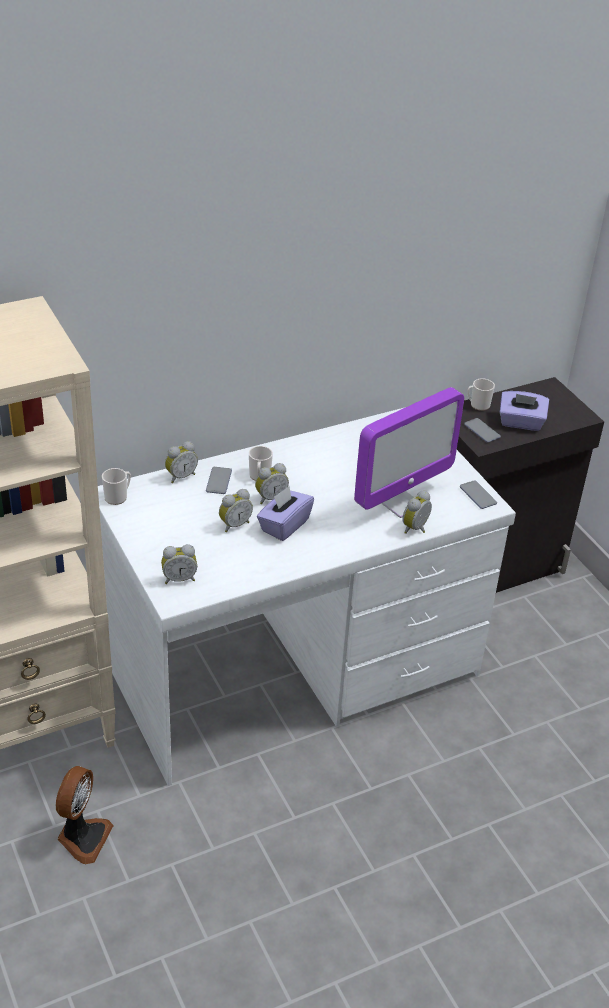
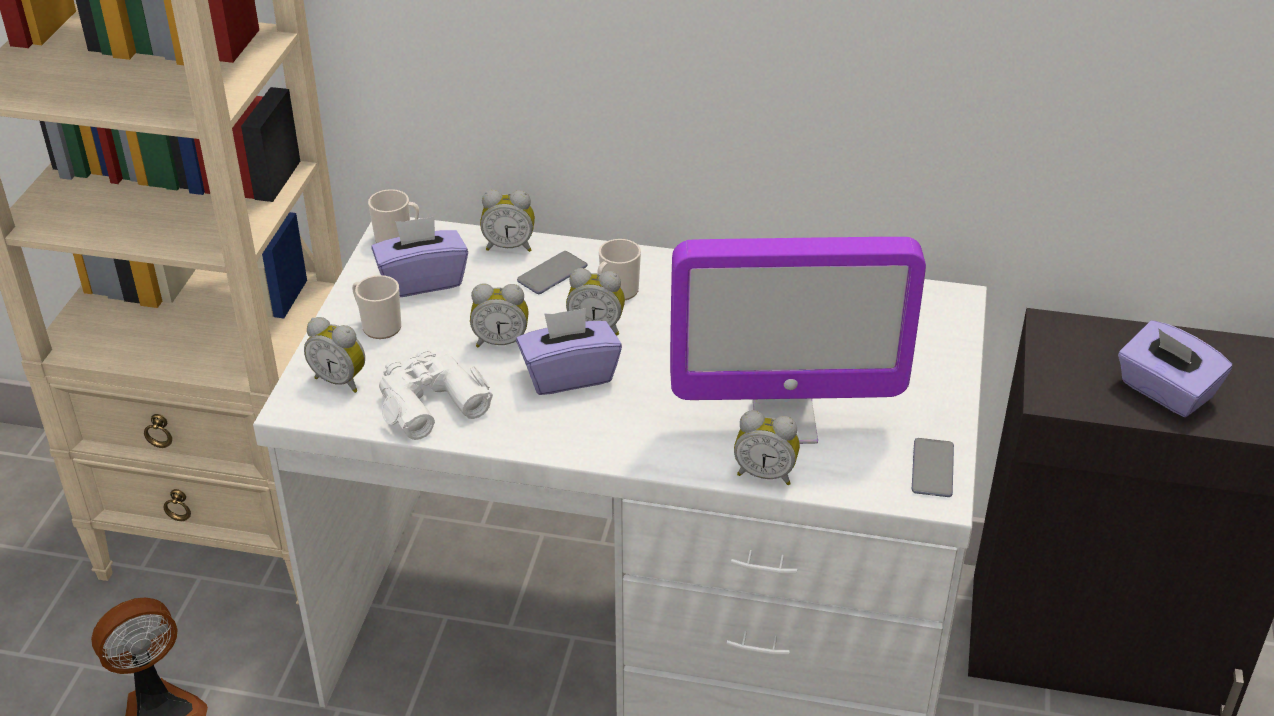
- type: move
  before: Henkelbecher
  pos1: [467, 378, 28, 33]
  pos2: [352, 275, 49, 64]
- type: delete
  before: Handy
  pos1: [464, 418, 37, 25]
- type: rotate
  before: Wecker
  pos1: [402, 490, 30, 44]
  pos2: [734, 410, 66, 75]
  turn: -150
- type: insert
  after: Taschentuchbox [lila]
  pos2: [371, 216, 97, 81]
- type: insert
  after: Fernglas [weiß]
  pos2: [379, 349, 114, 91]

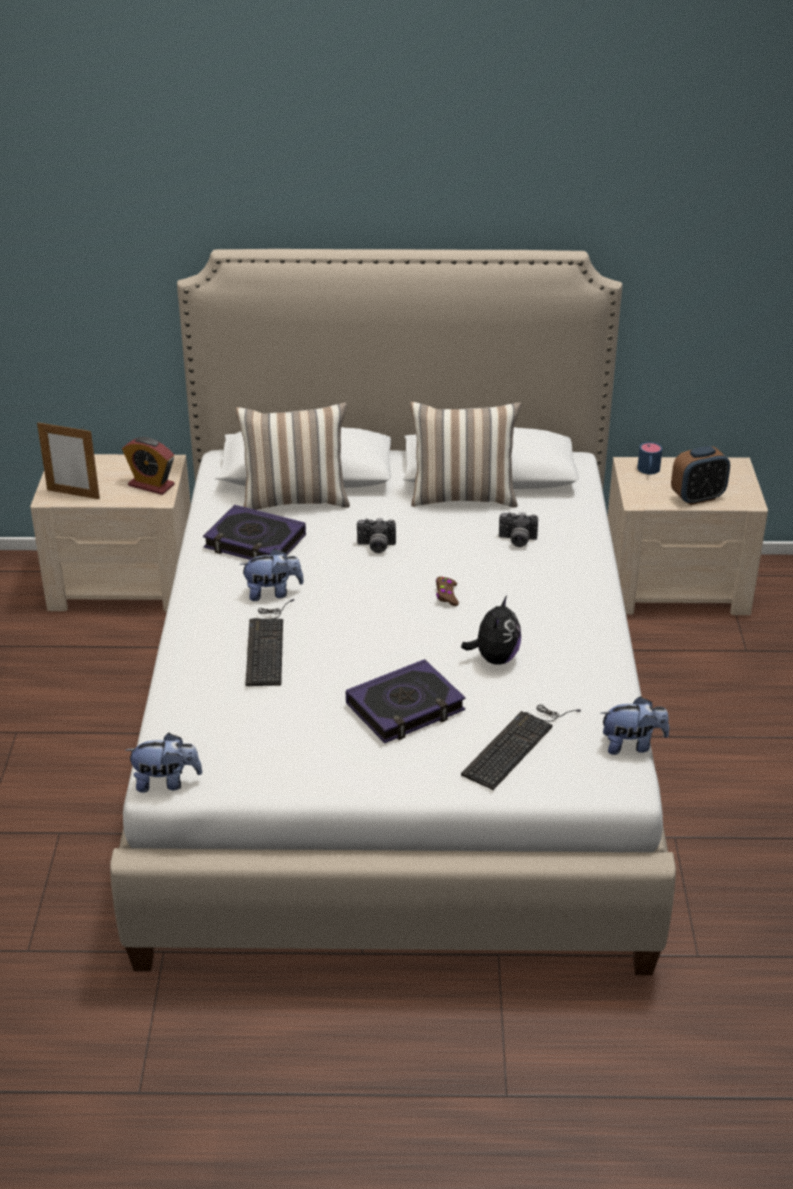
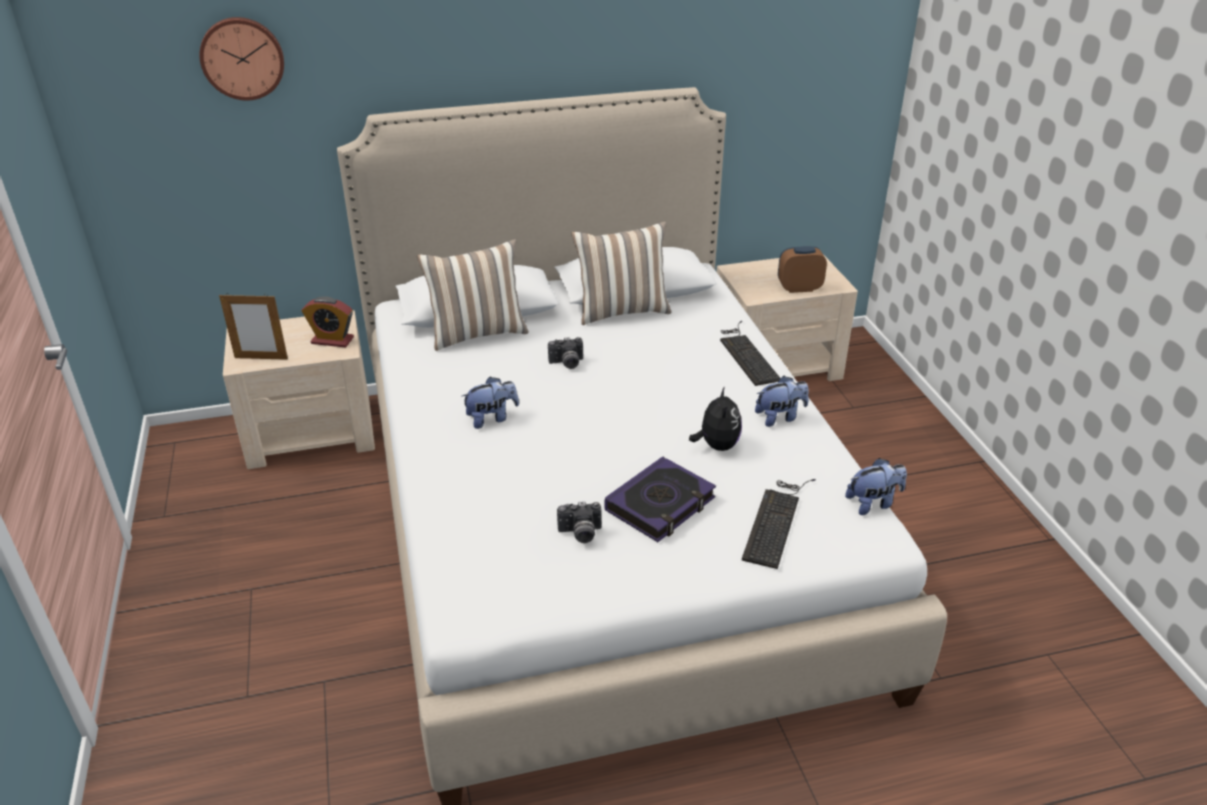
- type: delete
  before: Henkelbecher [blau]
  pos1: [637, 442, 25, 32]
- type: rotate
  before: Wecker
  pos1: [671, 446, 59, 59]
  pos2: [778, 246, 49, 47]
  turn: -150
- type: delete
  before: Buch
  pos1: [203, 505, 103, 55]
- type: move
  before: Kamera
  pos1: [499, 512, 39, 35]
  pos2: [557, 501, 45, 42]
- type: delete
  before: Gamepad [braun]
  pos1: [436, 577, 23, 29]
- type: move
  before: Tastatur
  pos1: [246, 599, 48, 87]
  pos2: [720, 321, 60, 65]
- type: move
  before: Plüschtier
  pos1: [125, 733, 77, 60]
  pos2: [755, 376, 54, 51]
- type: insert
  after: Wanduhr
  pos2: [199, 17, 85, 83]

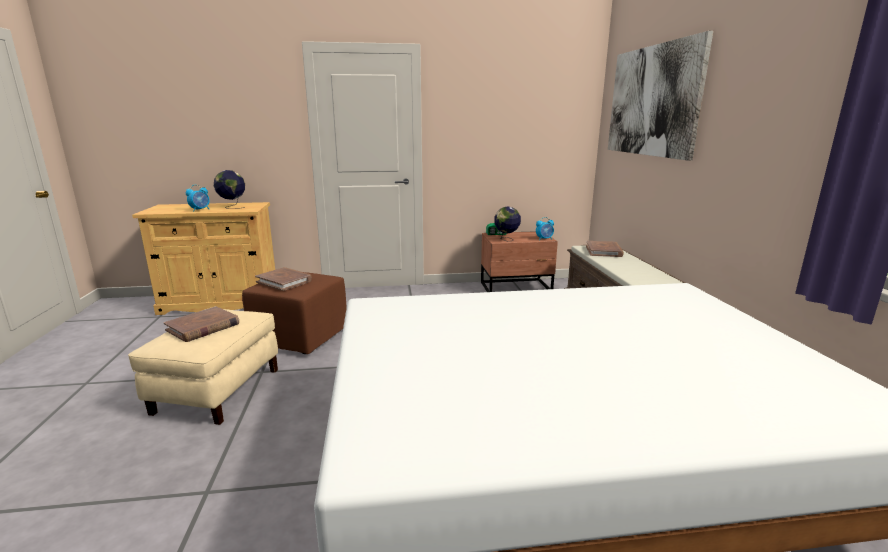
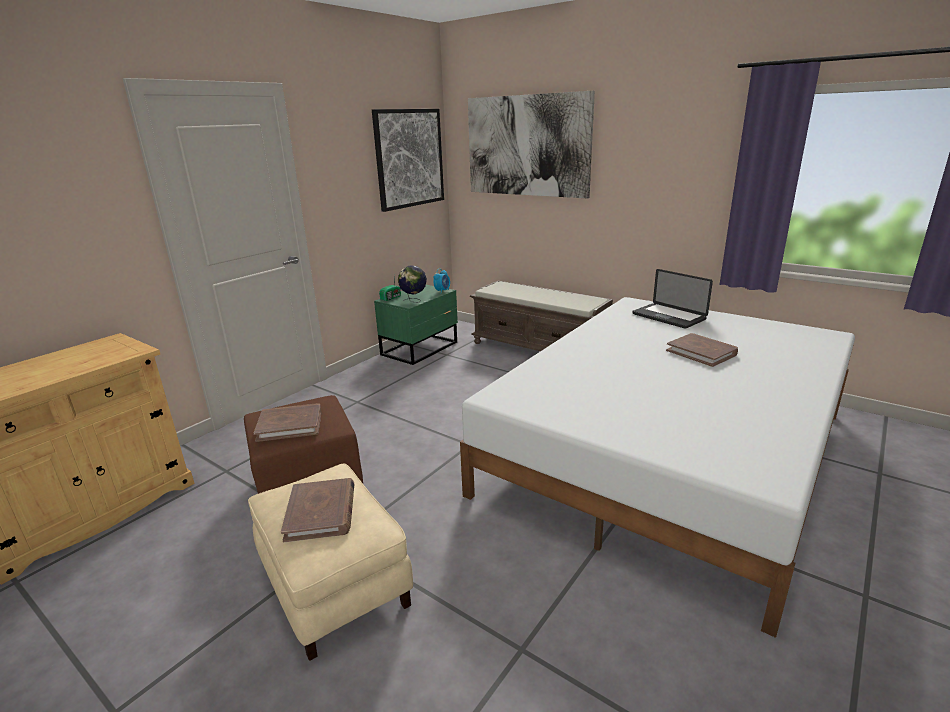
- type: delete
  before: Globus
  pos1: [214, 170, 31, 39]
- type: delete
  before: Wecker
  pos1: [186, 185, 23, 26]
- type: recolor
  before: Nachttisch [braun]
  after: Nachttisch [grün]
  pos1: [481, 231, 77, 61]
  pos2: [374, 285, 84, 80]
- type: move
  before: Buch [braun]
  pos1: [586, 241, 38, 16]
  pos2: [666, 333, 72, 34]
- type: insert
  after: Bild
  pos2: [372, 109, 72, 103]
- type: insert
  after: Laptop
  pos2: [632, 269, 81, 60]

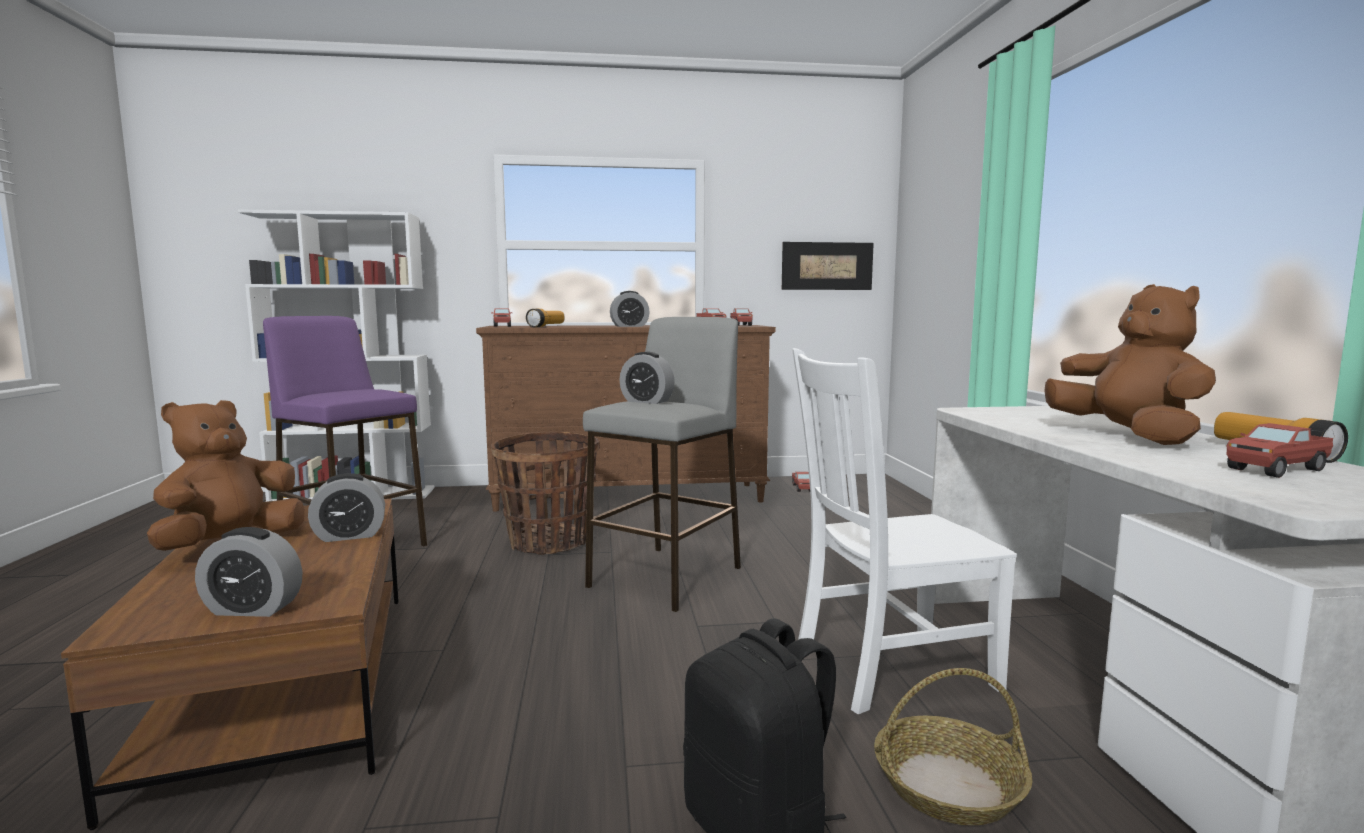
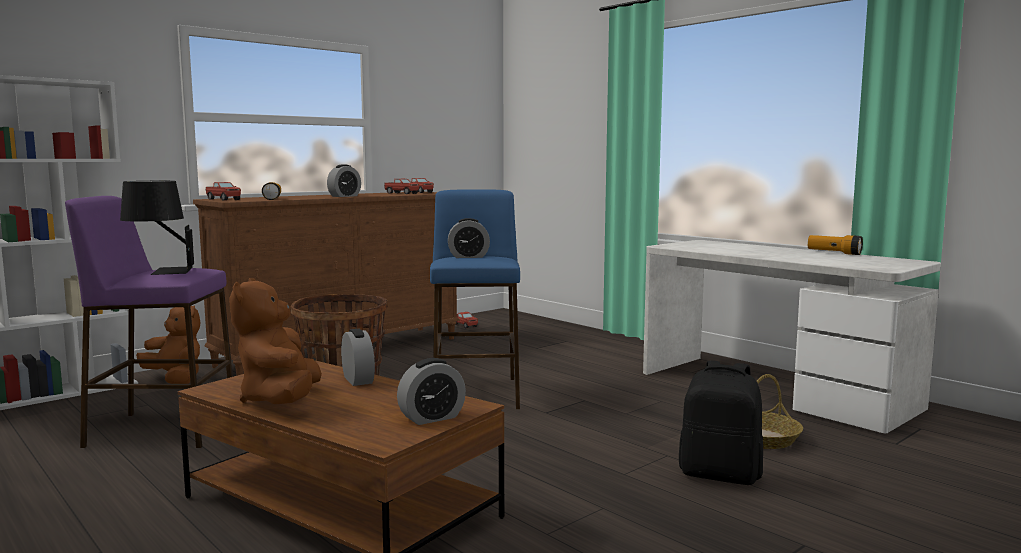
- type: delete
  before: Bild
  pos1: [782, 242, 92, 48]
- type: move
  before: Plüschtier [braun]
  pos1: [1044, 284, 172, 161]
  pos2: [136, 306, 65, 78]
- type: recolor
  before: Hocker [grau]
  after: Hocker [blau]
  pos1: [583, 317, 158, 295]
  pos2: [430, 190, 90, 219]
- type: delete
  before: Stuhl [weiß]
  pos1: [792, 348, 225, 366]
- type: delete
  before: Spielzeuglaster
  pos1: [1226, 423, 107, 55]
- type: rotate
  before: Wecker
  pos1: [308, 473, 77, 69]
  pos2: [341, 329, 34, 57]
  turn: -60
- type: insert
  after: Tischlampe [schwarz]
  pos2: [120, 181, 74, 94]

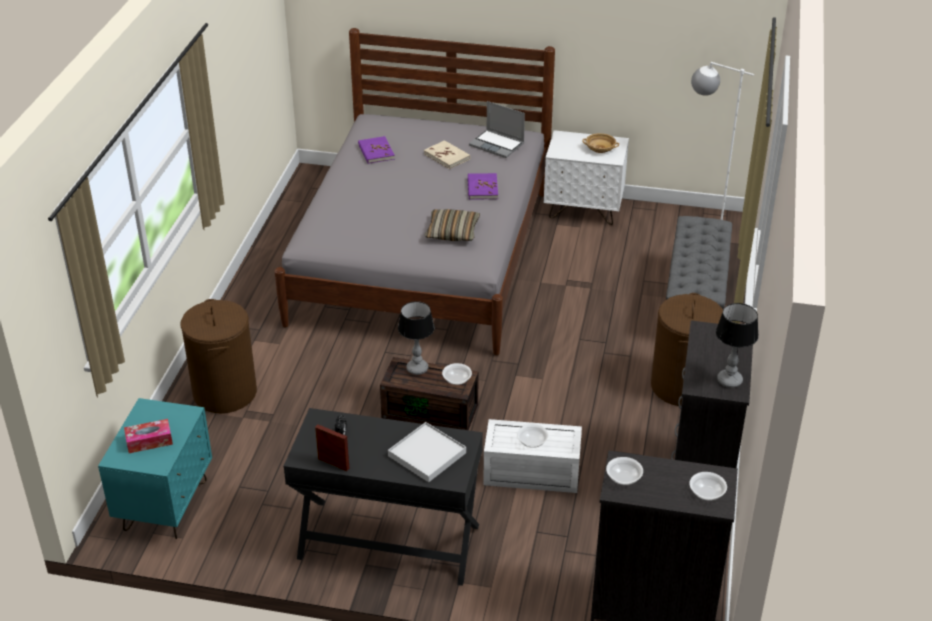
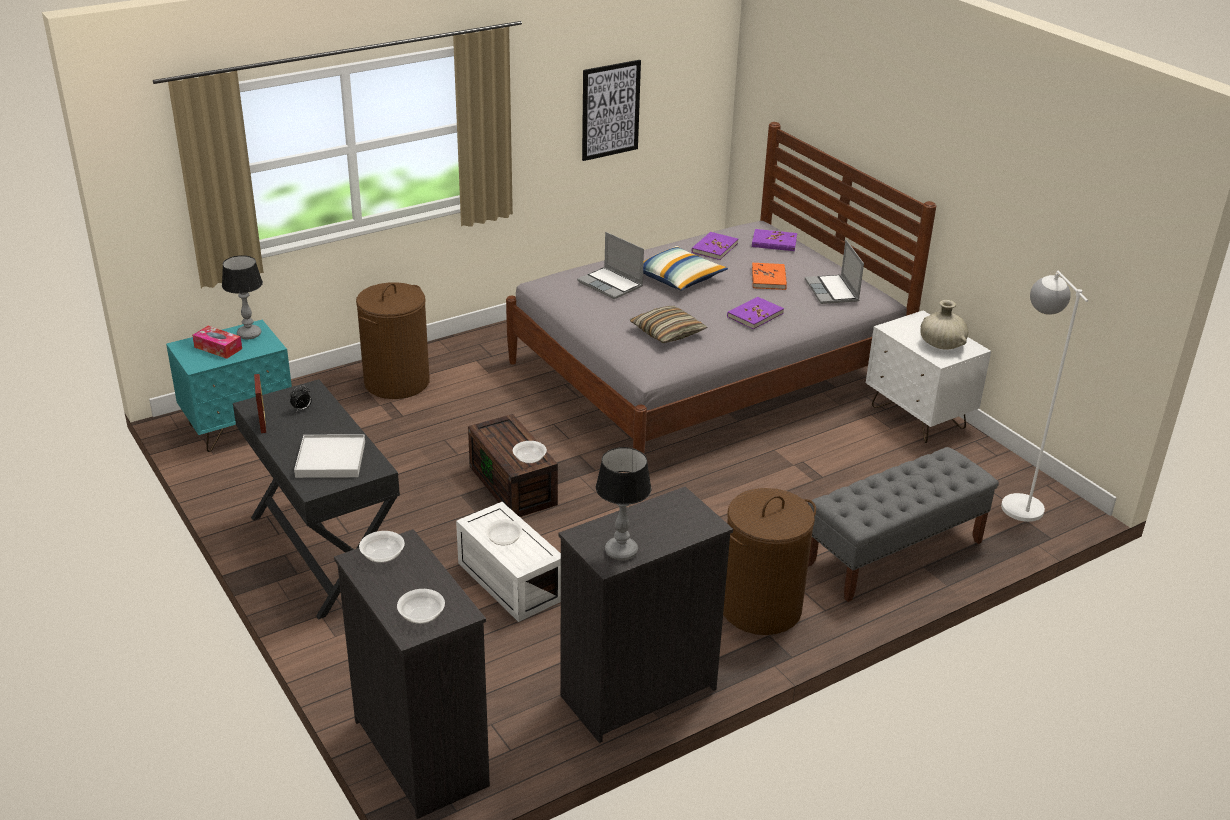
- type: replace
  before: Schüssel [beige]
  after: Vase [beige]
  pos1: [582, 133, 37, 20]
  pos2: [920, 300, 48, 50]
- type: recolor
  before: Buch [beige]
  after: Buch [orange]
  pos1: [424, 140, 47, 29]
  pos2: [752, 263, 35, 27]
- type: move
  before: Tischlampe
  pos1: [398, 301, 37, 74]
  pos2: [222, 255, 41, 84]
- type: insert
  after: Bild
  pos2: [582, 60, 59, 101]
- type: insert
  after: Buch [lila]
  pos2: [752, 229, 45, 22]
- type: insert
  after: Laptop
  pos2: [577, 232, 67, 67]
- type: insert
  after: Kissen
  pos2: [643, 246, 85, 45]

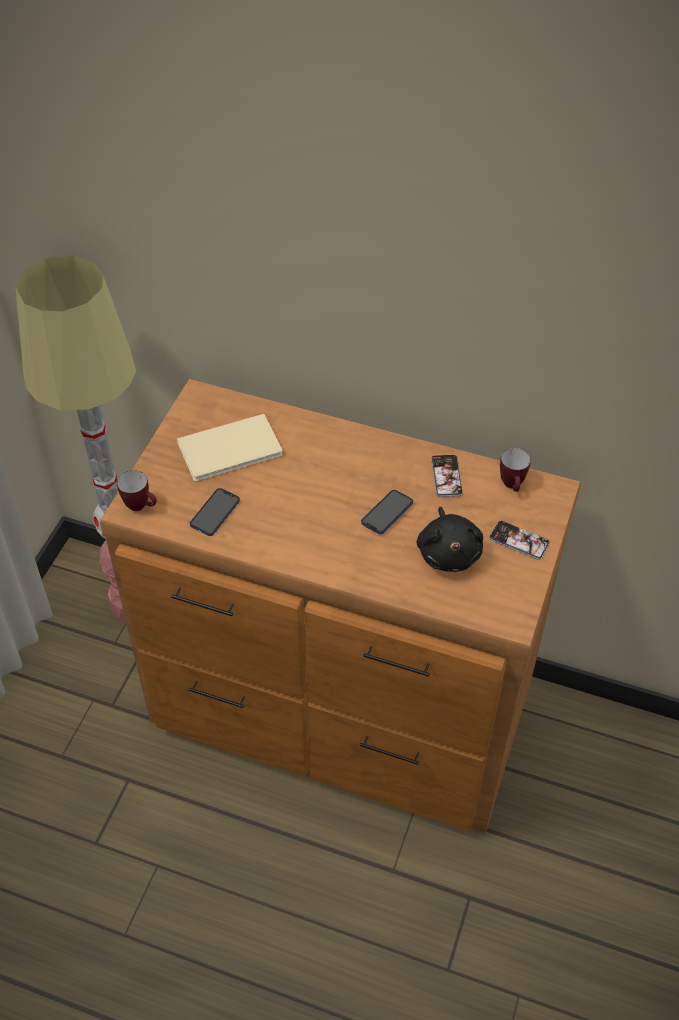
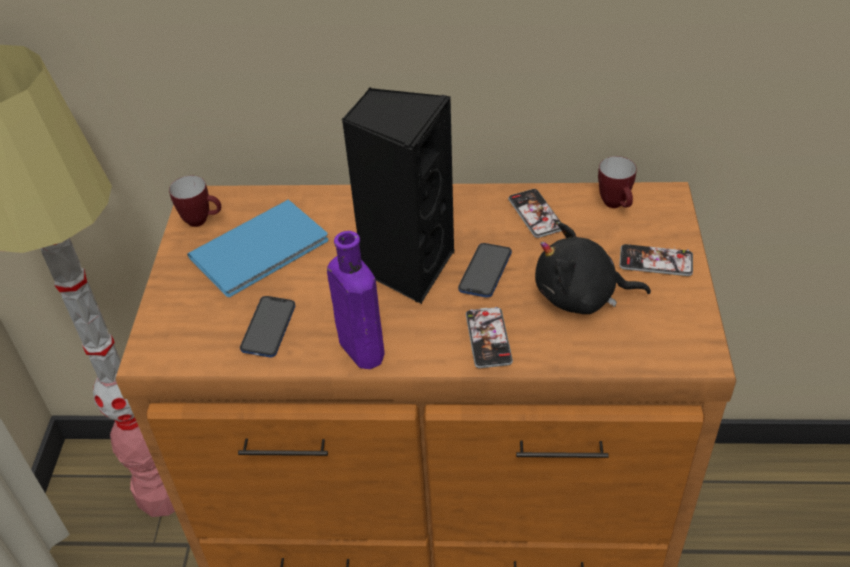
- type: recolor
  before: Buch [beige]
  after: Buch [blau]
  pos1: [177, 414, 106, 68]
  pos2: [187, 200, 142, 97]
- type: move
  before: Henkelbecher
  pos1: [117, 470, 40, 41]
  pos2: [169, 176, 52, 51]
- type: rotate
  before: Plüschtier [schwarz]
  pos1: [417, 507, 66, 65]
  pos2: [535, 222, 116, 92]
  turn: 120
- type: insert
  after: Lautsprecher [schwarz]
  pos2: [342, 87, 112, 217]
- type: insert
  after: Flasche [lila]
  pos2: [327, 231, 58, 138]
- type: insert
  after: Handy
  pos2: [466, 307, 47, 61]

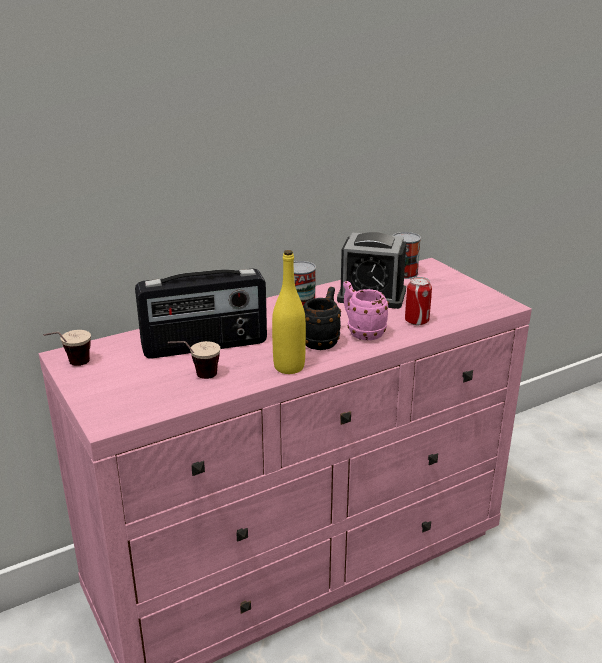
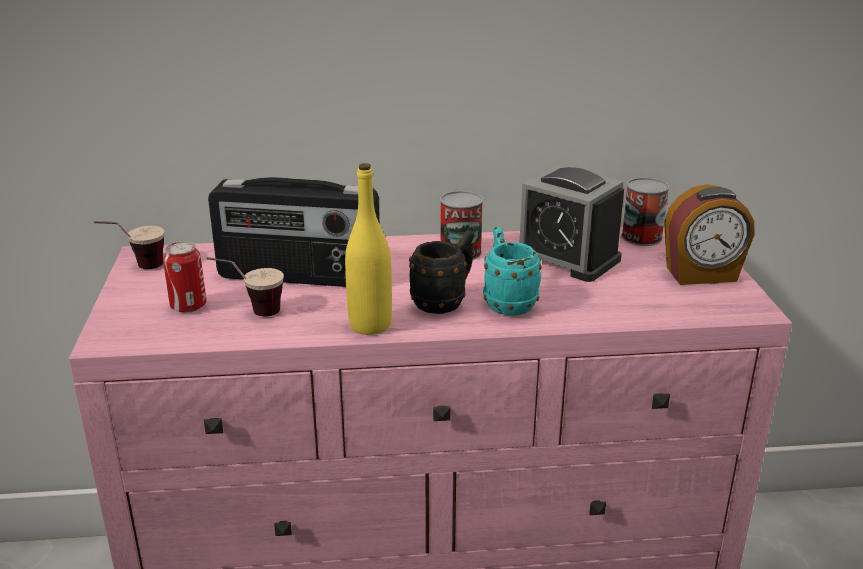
- type: move
  before: Dose
  pos1: [405, 277, 27, 48]
  pos2: [163, 241, 44, 72]
- type: recolor
  before: Henkelbecher [rosa]
  after: Henkelbecher [türkis]
  pos1: [343, 281, 46, 59]
  pos2: [483, 227, 59, 88]
- type: insert
  after: Wecker
  pos2: [664, 184, 91, 101]

